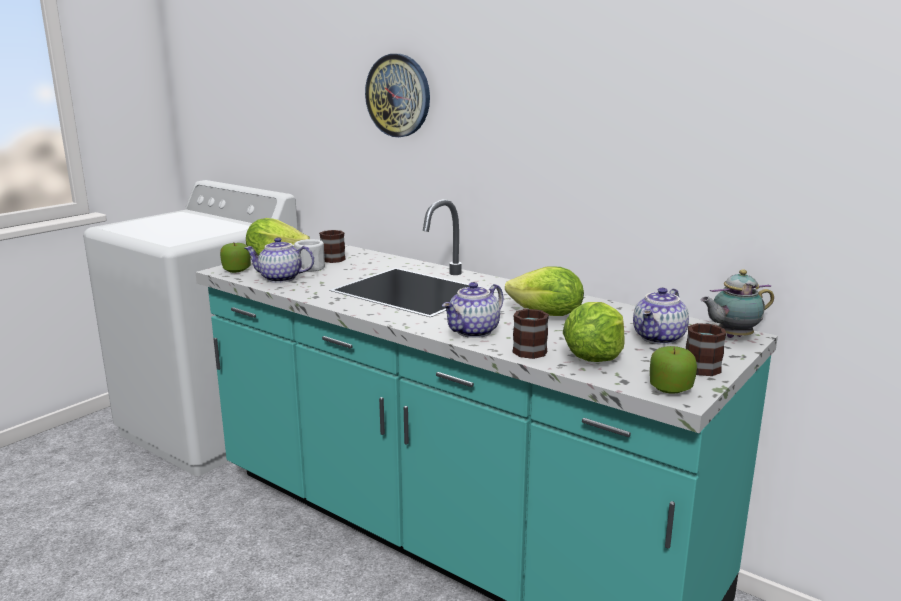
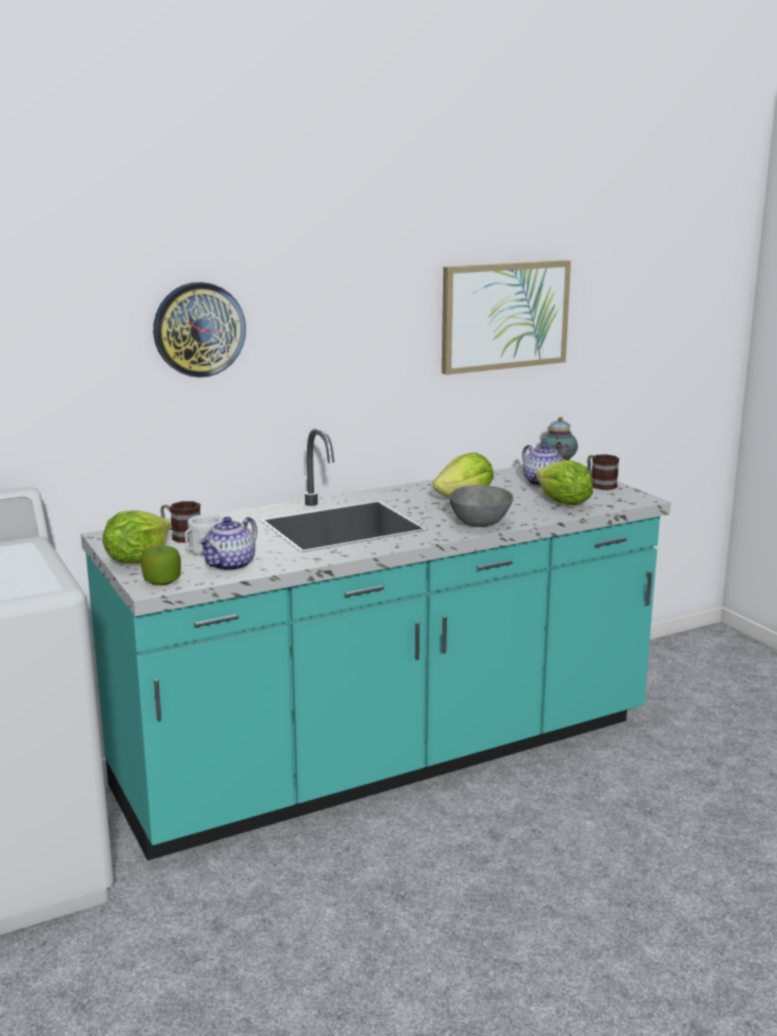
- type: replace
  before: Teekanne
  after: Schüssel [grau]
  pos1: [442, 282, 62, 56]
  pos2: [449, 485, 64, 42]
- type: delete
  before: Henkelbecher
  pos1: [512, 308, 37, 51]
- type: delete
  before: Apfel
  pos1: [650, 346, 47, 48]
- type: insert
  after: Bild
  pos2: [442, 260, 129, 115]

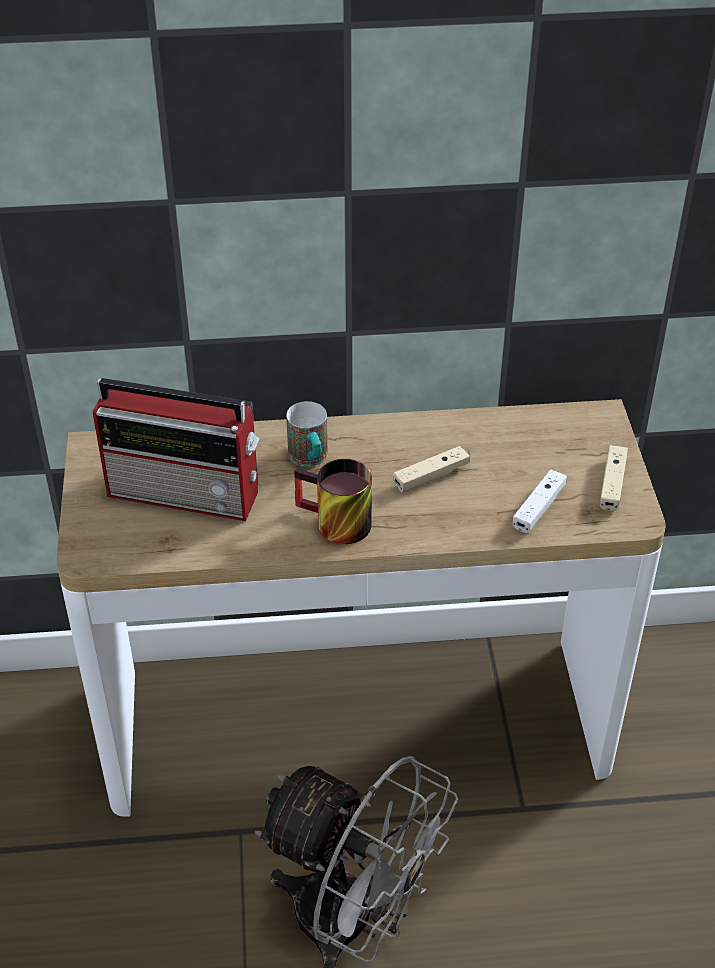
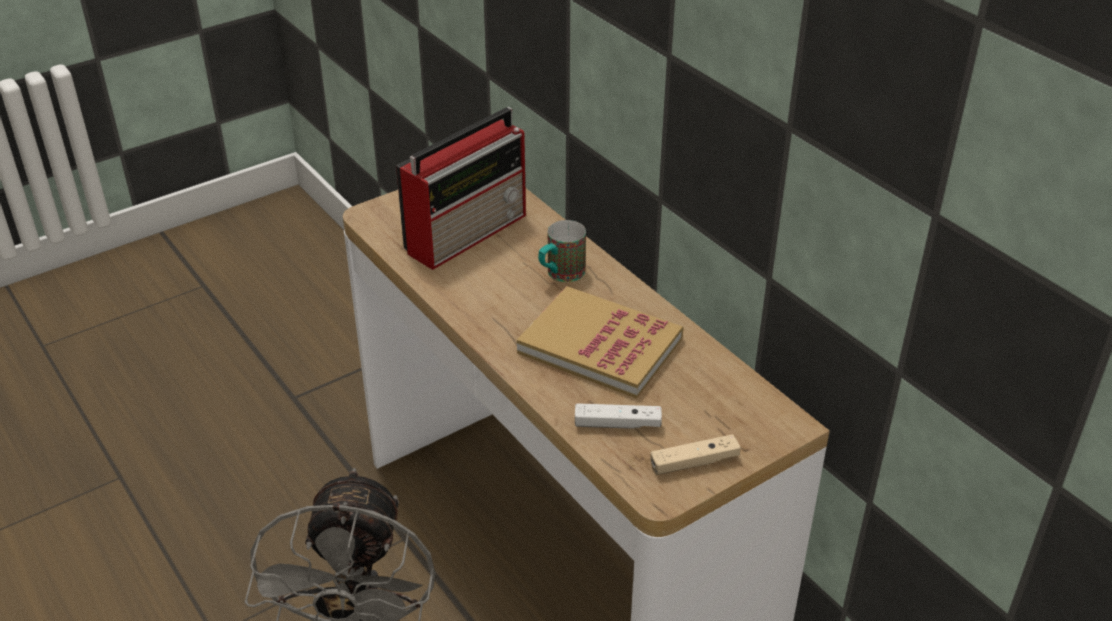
- type: rotate
  before: Radio
  pos1: [93, 378, 167, 143]
  pos2: [396, 107, 130, 163]
  turn: -120
- type: replace
  before: Gamepad [beige]
  after: Buch
  pos1: [393, 446, 77, 46]
  pos2: [517, 286, 167, 113]
- type: delete
  before: Henkelbecher
  pos1: [294, 459, 78, 85]

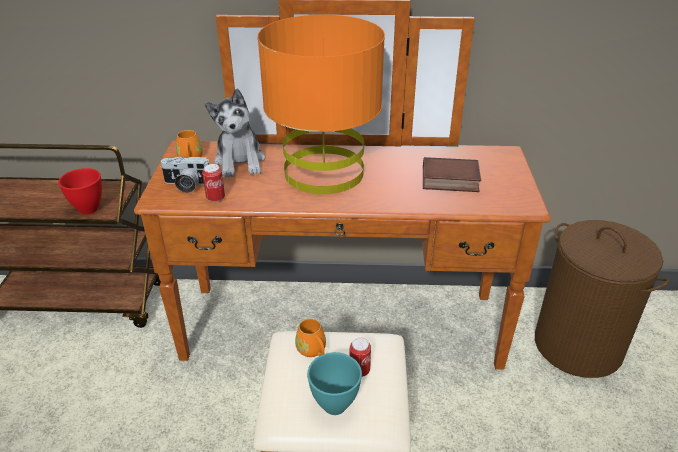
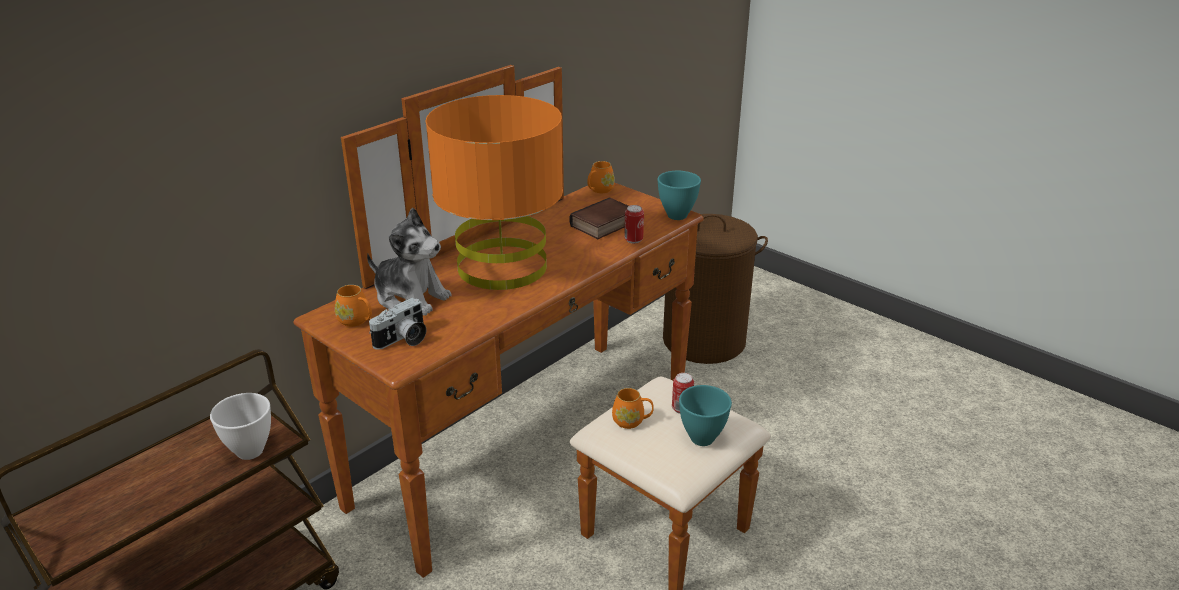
- type: move
  before: Dose
  pos1: [202, 164, 23, 38]
  pos2: [624, 205, 20, 39]
- type: recolor
  before: Schüssel [rot]
  after: Schüssel [weiß]
  pos1: [58, 168, 44, 47]
  pos2: [210, 393, 61, 67]
- type: insert
  after: Henkelbecher [orange]
  pos2: [587, 161, 28, 32]
- type: insert
  after: Schüssel [türkis]
  pos2: [657, 171, 44, 49]

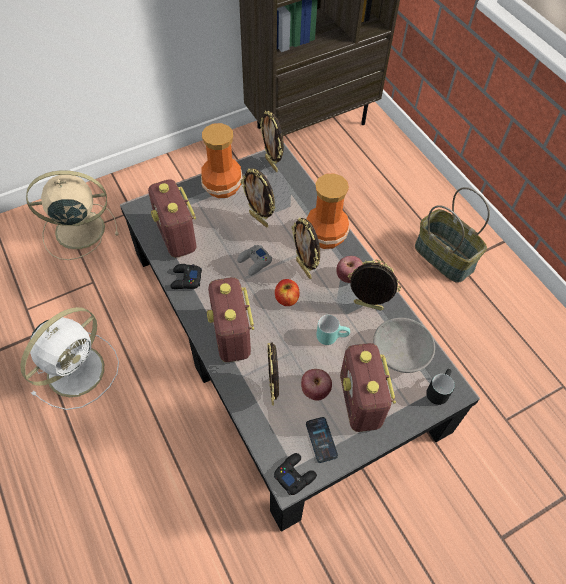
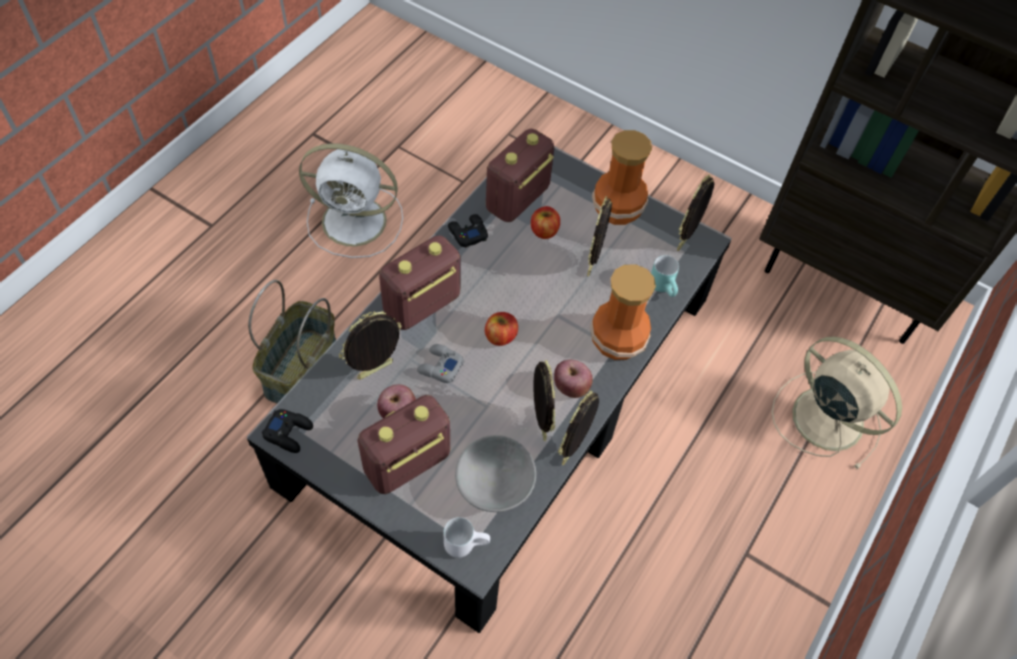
- type: move
  before: Ventilator [beige]
  pos1: [26, 170, 93, 90]
  pos2: [772, 337, 130, 133]
- type: move
  before: Korb
  pos1: [415, 187, 75, 96]
  pos2: [248, 280, 88, 123]
- type: move
  before: Bilderrahmen
  pos1: [291, 218, 29, 61]
  pos2: [558, 390, 41, 75]
- type: move
  before: Gamepad [grau]
  pos1: [237, 245, 35, 31]
  pos2: [417, 344, 47, 39]
- type: move
  before: Henkelbecher [türkis]
  pos1: [316, 315, 34, 30]
  pos2: [651, 255, 28, 42]
- type: recolor
  before: Henkelbecher [schwarz]
  after: Henkelbecher [weiß]
  pos1: [426, 369, 29, 36]
  pos2: [443, 517, 47, 41]
- type: delete
  before: Handy
  pos1: [306, 417, 32, 46]
- type: insert
  after: Apfel
  pos2: [531, 206, 29, 33]

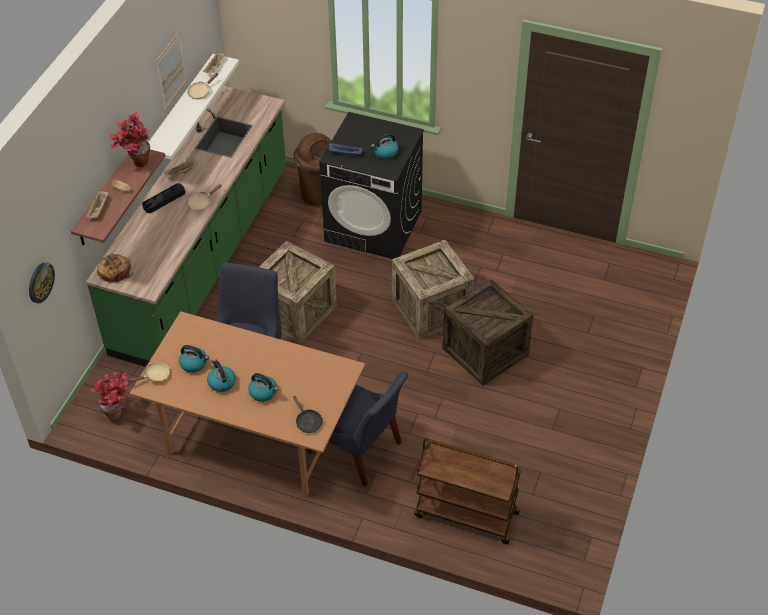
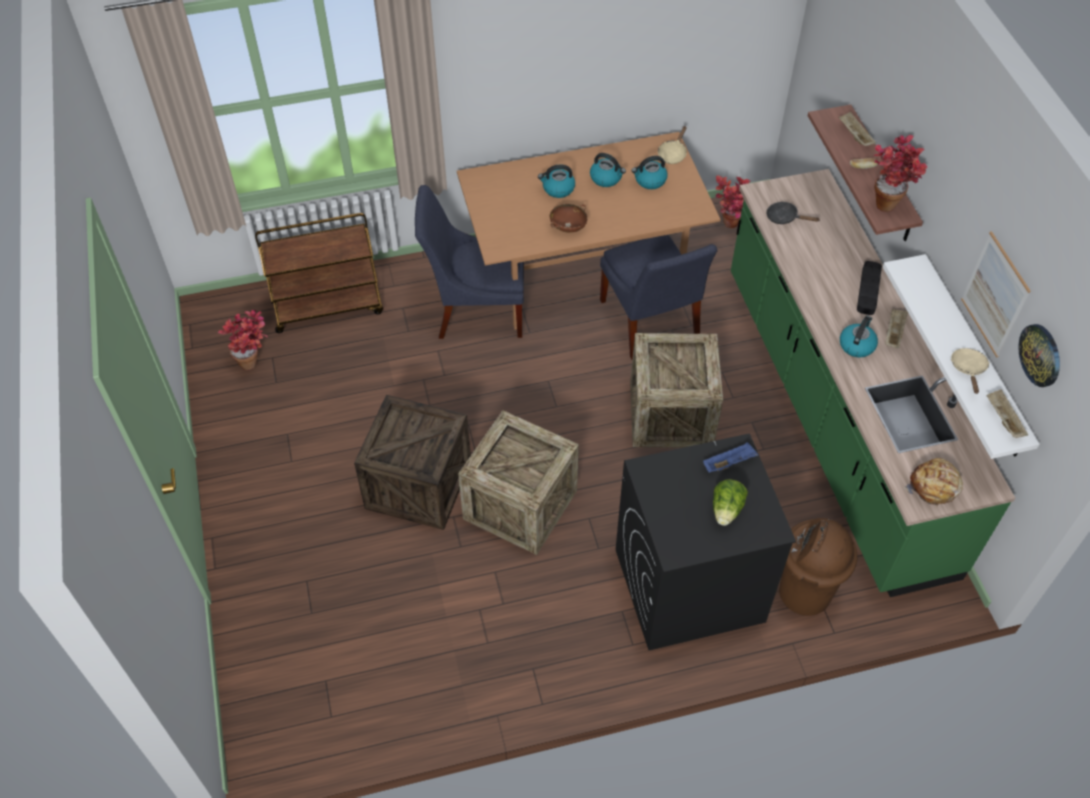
- type: move
  before: Wasserkessel
  pos1: [371, 133, 28, 26]
  pos2: [840, 315, 38, 43]
- type: delete
  before: Pfanne [beige]
  pos1: [188, 184, 34, 27]
- type: move
  before: Brot
  pos1: [97, 253, 37, 30]
  pos2: [904, 458, 59, 49]
- type: move
  before: Wanduhr
  pos1: [29, 262, 26, 41]
  pos2: [1018, 324, 42, 63]
- type: move
  before: Pfanne [schwarz]
  pos1: [293, 395, 29, 38]
  pos2: [766, 202, 54, 22]
- type: insert
  after: Schüssel [braun]
  pos2: [550, 204, 37, 29]
- type: insert
  after: Topfpflanze
  pos2: [218, 310, 50, 60]
- type: insert
  after: Salatkopf
  pos2: [713, 479, 35, 47]

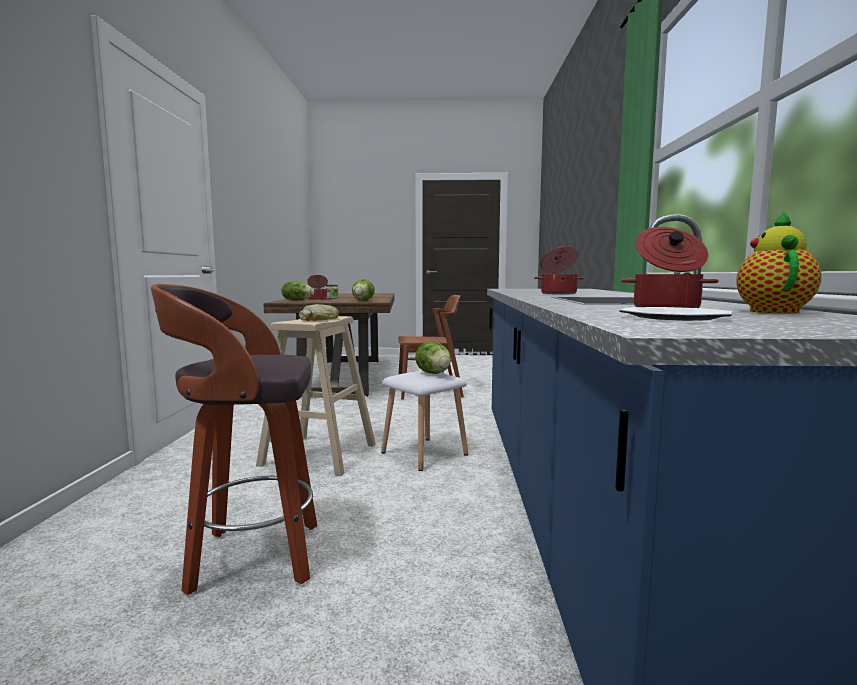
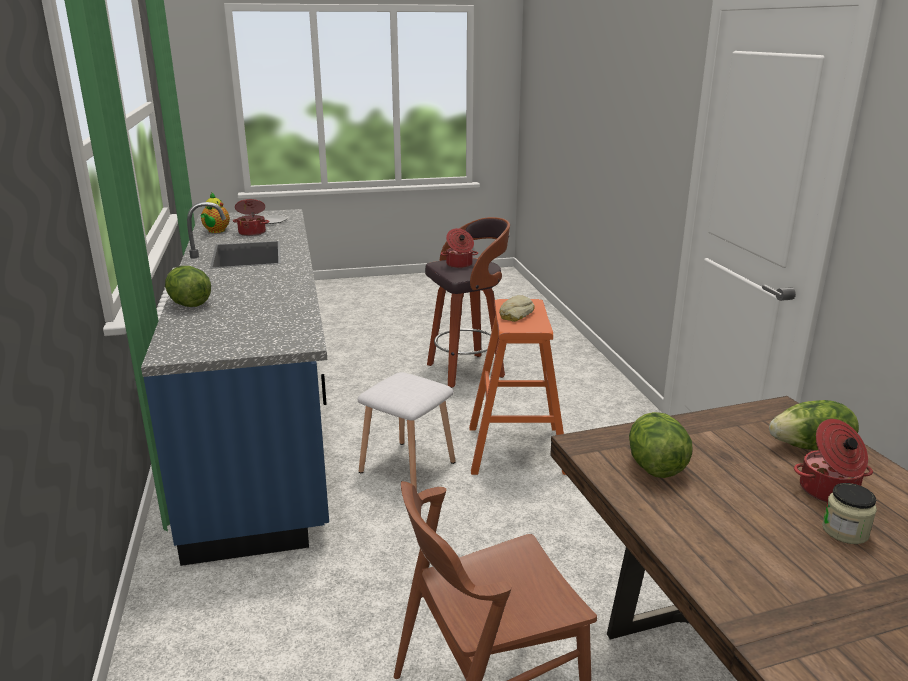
- type: move
  before: Kochtopf
  pos1: [534, 246, 51, 49]
  pos2: [441, 228, 37, 40]
- type: recolor
  before: Hocker [beige]
  after: Hocker [orange]
  pos1: [256, 316, 120, 160]
  pos2: [469, 299, 97, 176]
- type: move
  before: Salatkopf
  pos1: [415, 342, 36, 32]
  pos2: [165, 266, 46, 41]

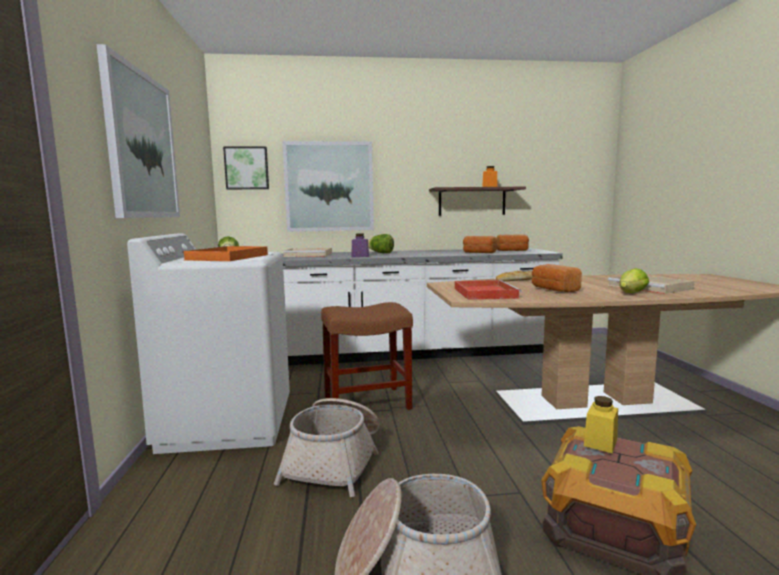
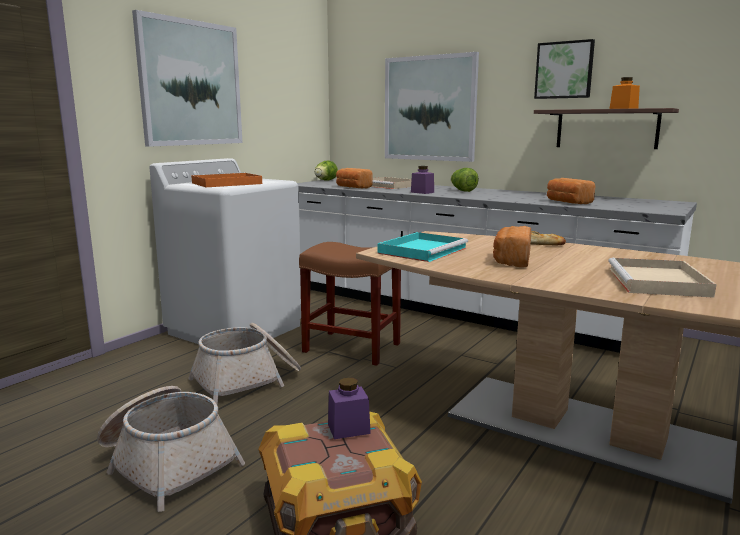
- type: move
  before: Bild
  pos1: [223, 146, 46, 43]
  pos2: [534, 39, 61, 60]
- type: move
  before: Brot
  pos1: [496, 234, 33, 17]
  pos2: [336, 168, 36, 20]
- type: delete
  before: Salatkopf
  pos1: [619, 268, 30, 25]
- type: recolor
  before: Tablett [rot]
  after: Tablett [türkis]
  pos1: [455, 280, 67, 20]
  pos2: [377, 232, 91, 30]
- type: recolor
  before: Vorratsglas [gelb]
  after: Vorratsglas [lila]
  pos1: [584, 396, 34, 57]
  pos2: [328, 378, 43, 61]

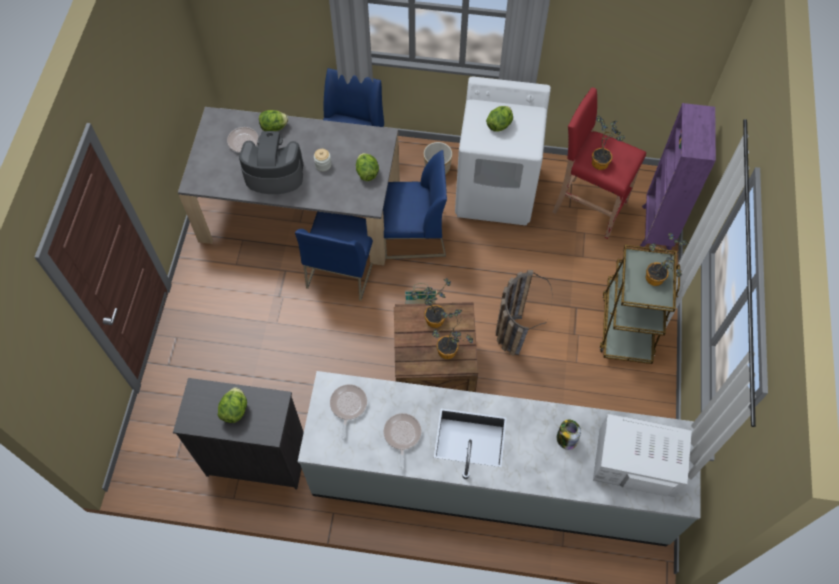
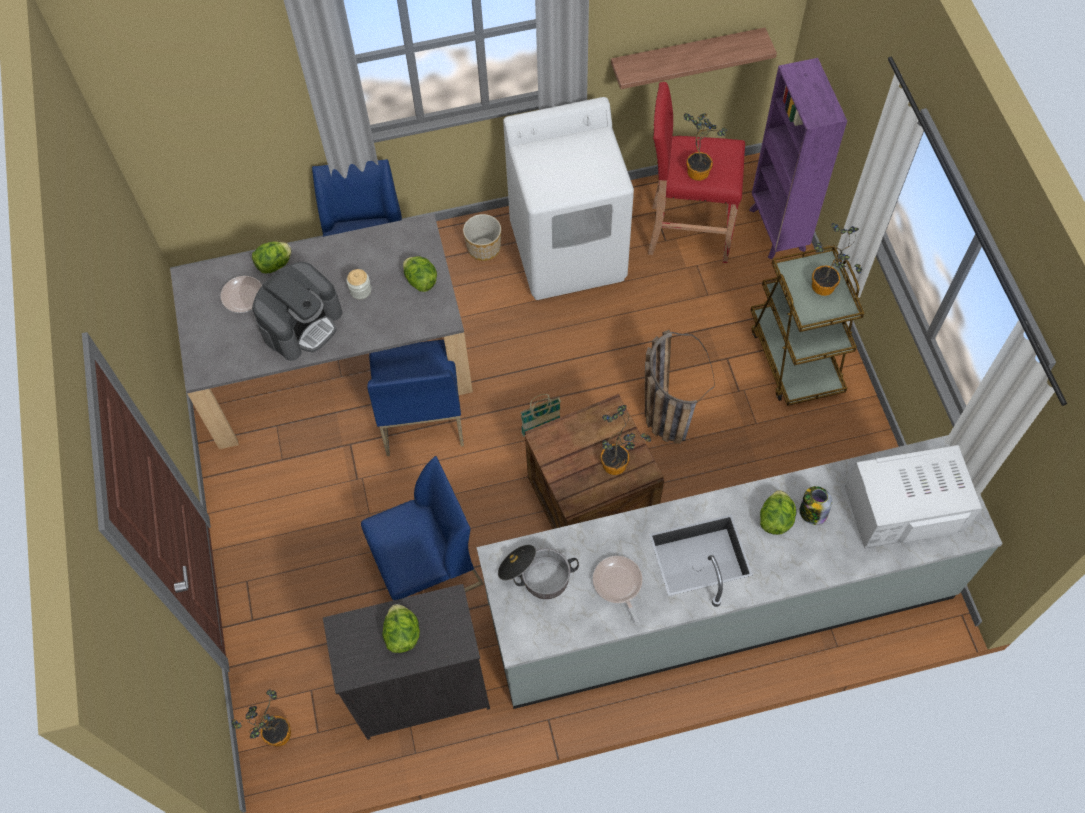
- type: move
  before: Salatkopf
  pos1: [486, 106, 27, 26]
  pos2: [760, 490, 36, 45]
- type: rotate
  before: Kaffeemaschine
  pos1: [239, 131, 65, 63]
  pos2: [252, 262, 90, 99]
  turn: 150
- type: move
  before: Stuhl [blau]
  pos1: [383, 150, 64, 109]
  pos2: [361, 456, 122, 145]
- type: move
  before: Topfpflanze
  pos1: [411, 278, 40, 50]
  pos2: [231, 689, 60, 58]
- type: replace
  before: Pfanne
  after: Kochtopf
  pos1: [330, 384, 37, 55]
  pos2: [498, 545, 81, 54]
- type: insert
  after: Wandregal
  pos2: [611, 28, 166, 61]

